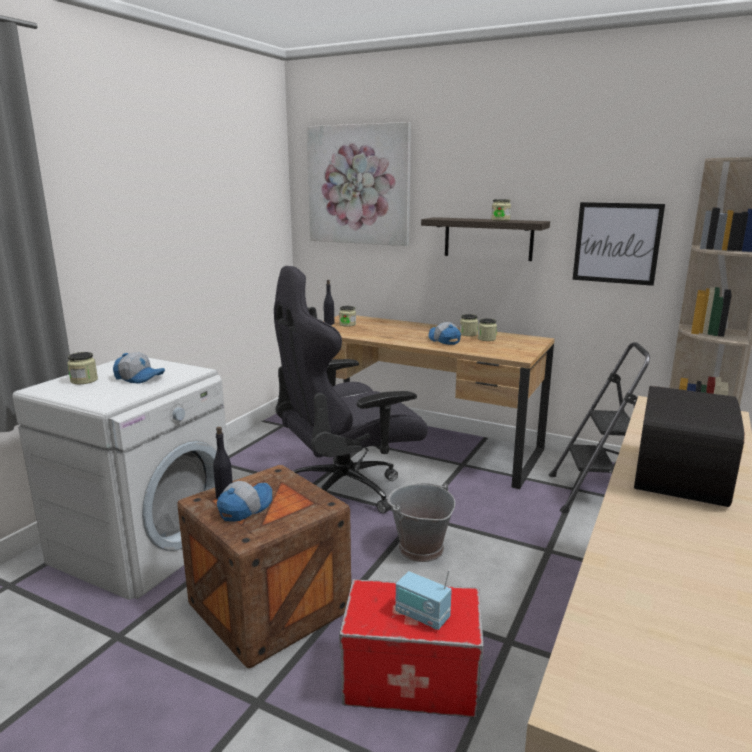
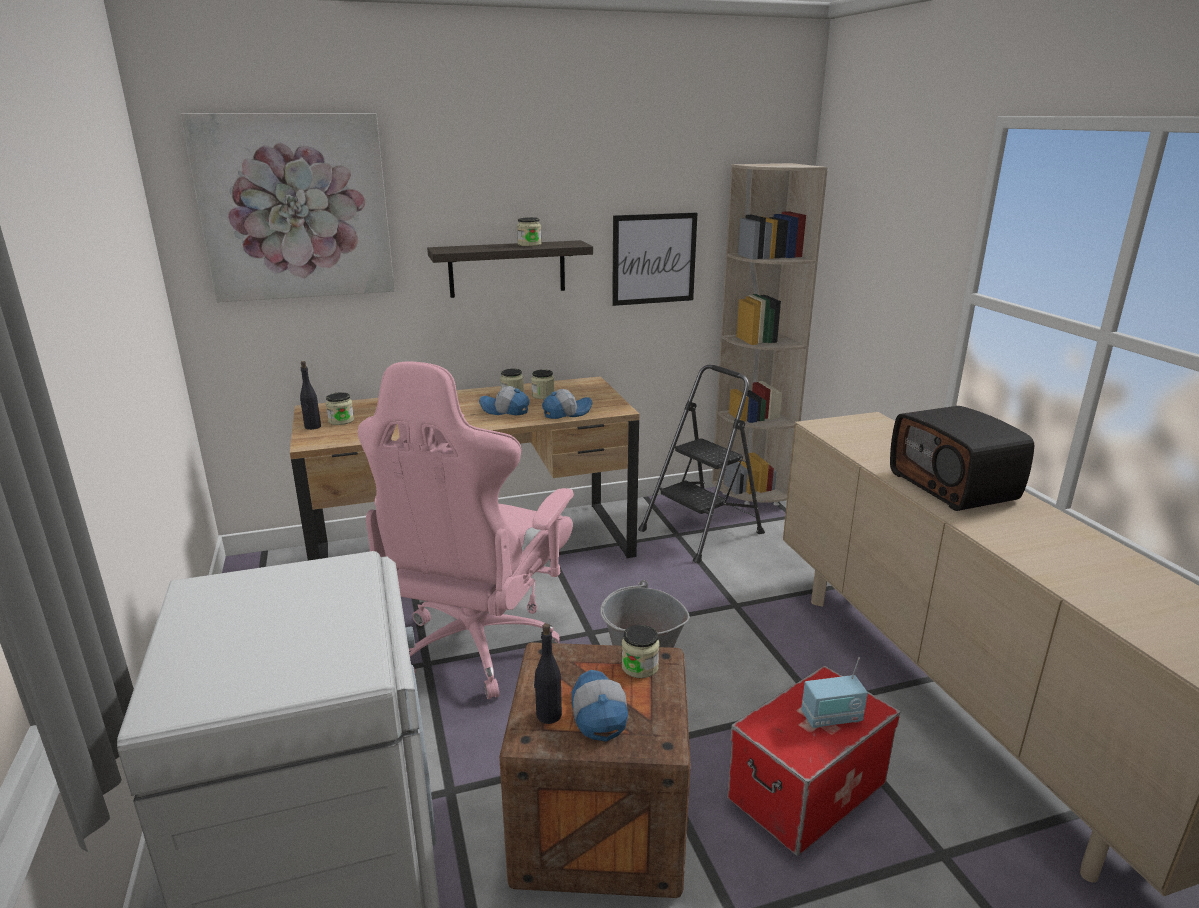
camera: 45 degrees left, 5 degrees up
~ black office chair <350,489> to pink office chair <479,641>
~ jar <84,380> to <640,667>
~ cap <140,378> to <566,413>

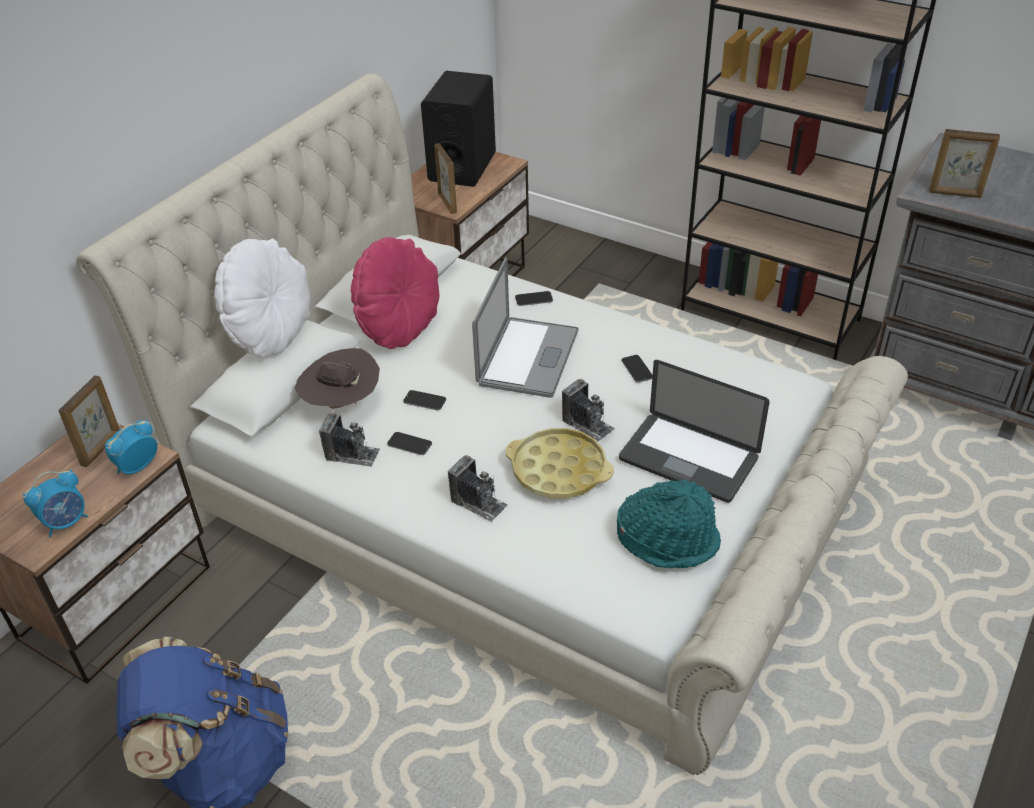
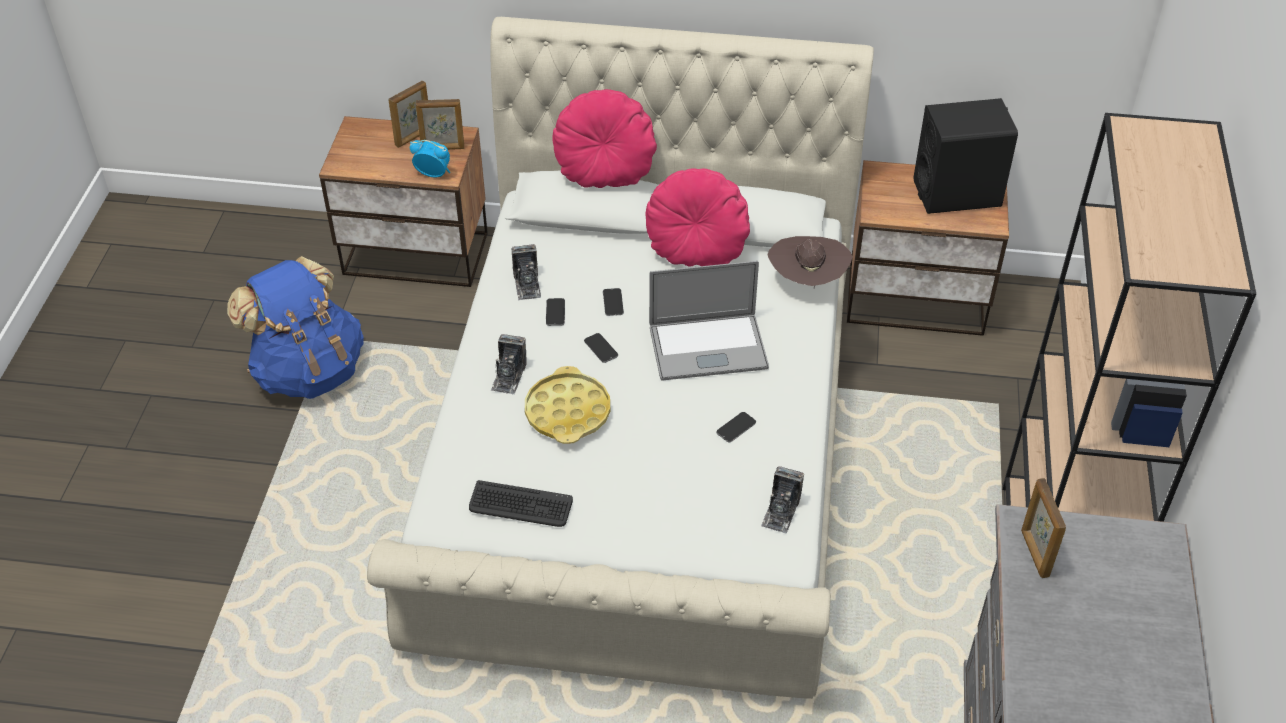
camera: 65 degrees right, 5 degrees up
~ picture frame <447,203> to <414,137>
~ white pillow <272,338> to pink pillow <605,176>
~ phone <534,299> to <601,348>
~ brown hat <341,404> to <807,281>
- laptop <688,459>
~ photo camera <587,424> to <781,511>
- alarm clock <66,522>
~ turquoise hat <668,538> to keyboard <520,505>

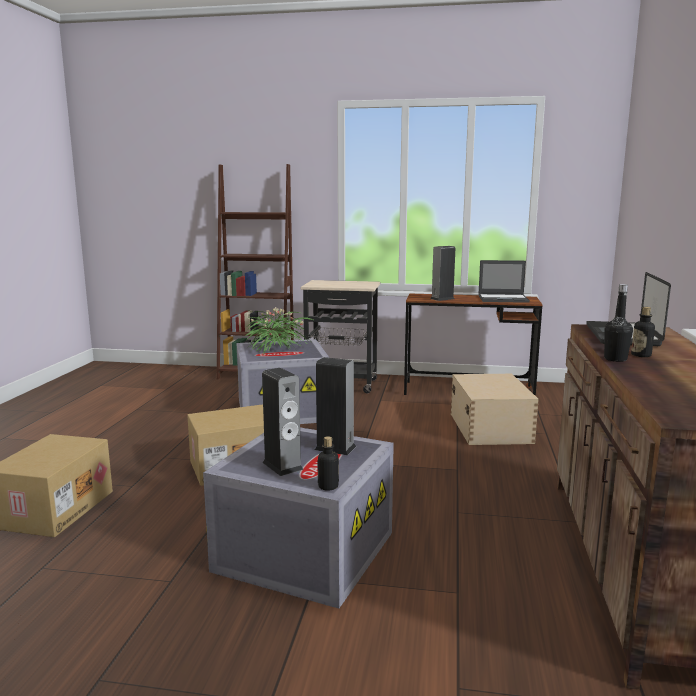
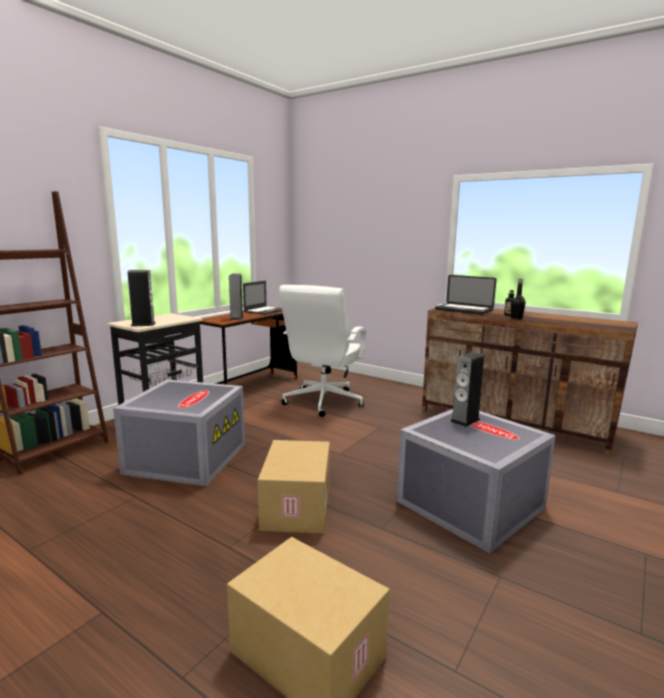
camera: 65 degrees left, 0 degrees up
- potted plant <275,349>
~ speaker <282,466> to <143,324>
~ beige storage box <490,427> to white office chair <324,401>
- bottle <328,486>

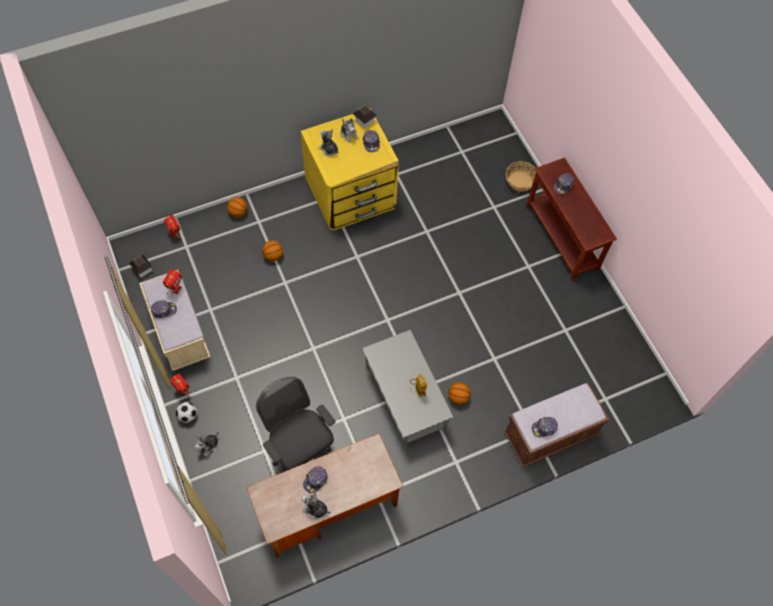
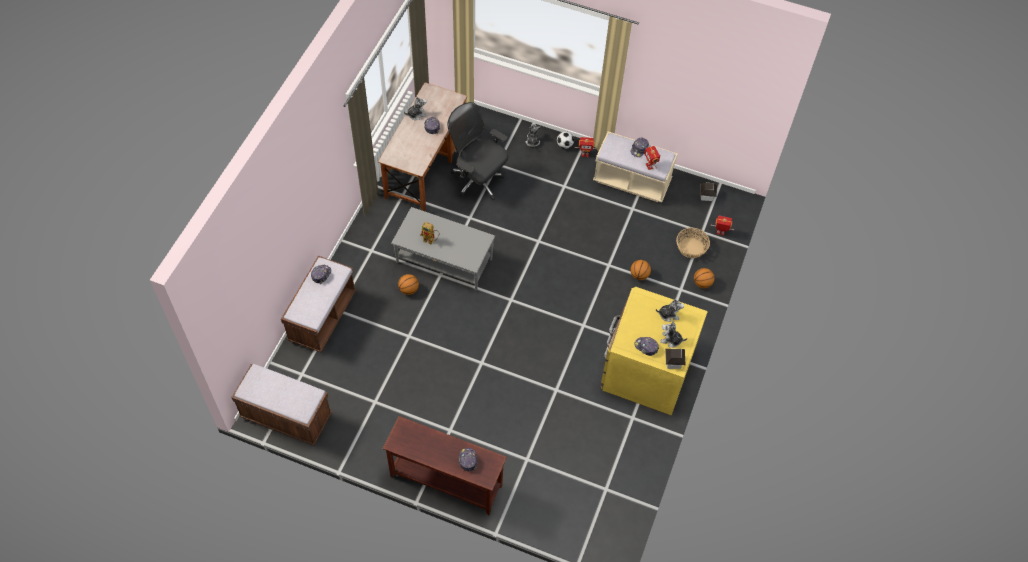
camera: 135 degrees right, 5 degrees down
~ basket <520,181> to <691,248>
~ office chair <300,448> = <477,181> 150 degrees counterclockwise
+ brown bench <286,417>

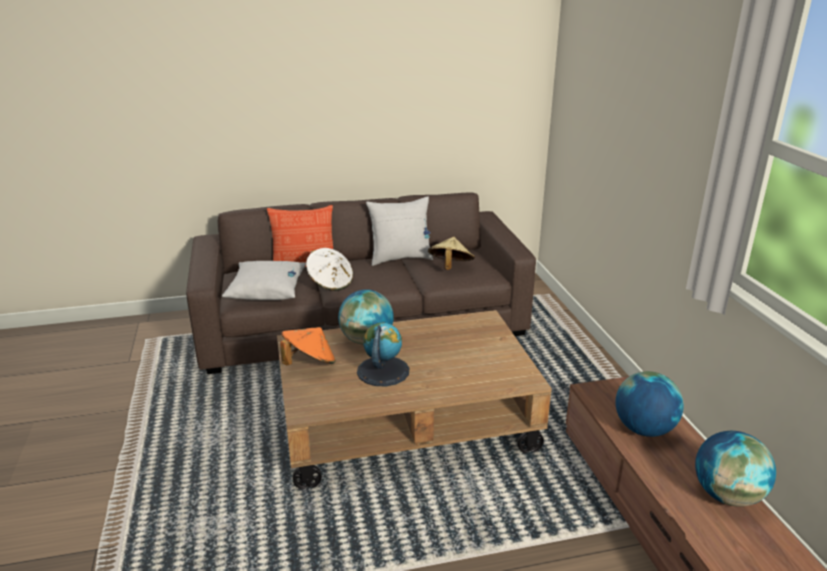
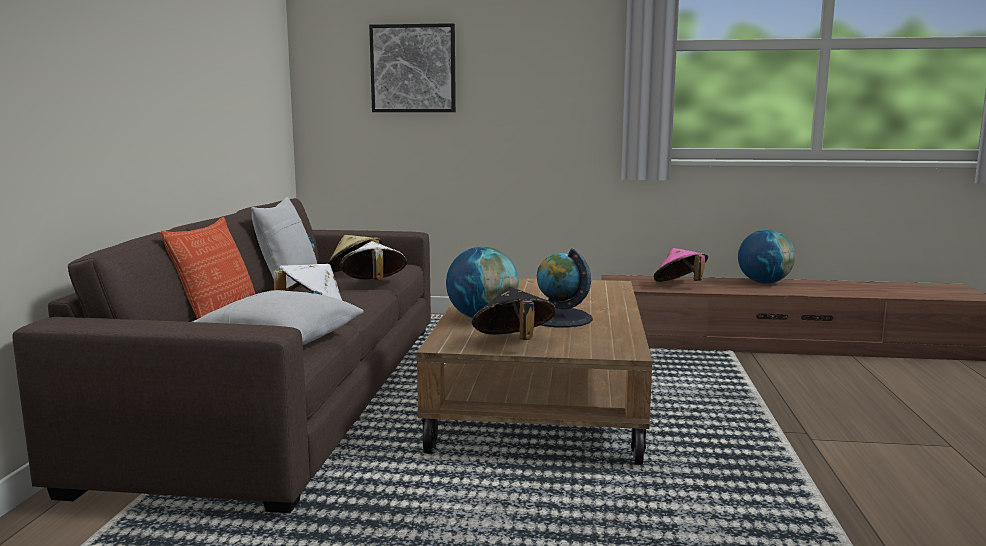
camera: 70 degrees left, 15 degrees down
~ orange hat <309,363> to black hat <513,342>
~ globe <643,429> to pink hat <680,285>
+ picture <413,68>
+ white hat <374,284>

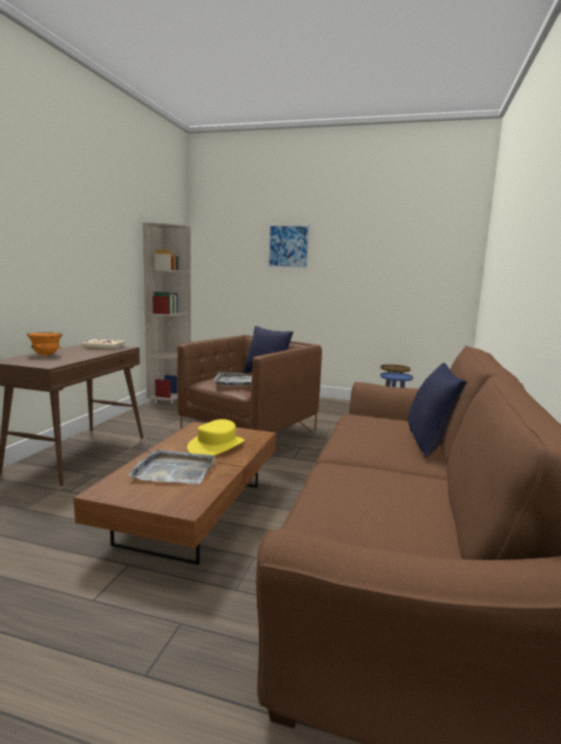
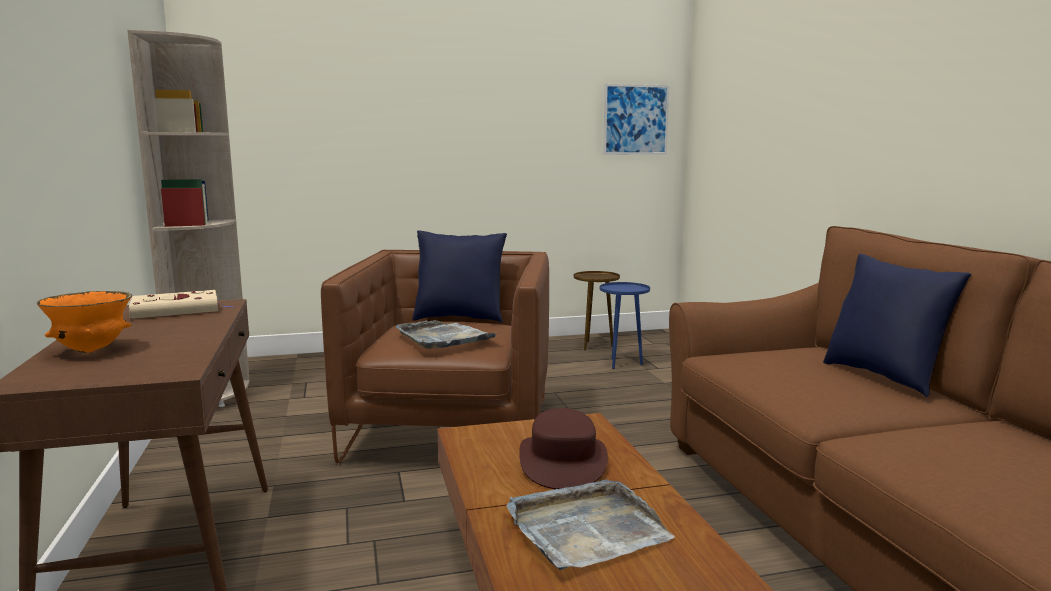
camera: 30 degrees left, 0 degrees up
~ picture <288,246> to <635,119>
~ yellow hat <216,446> to brown hat <563,462>

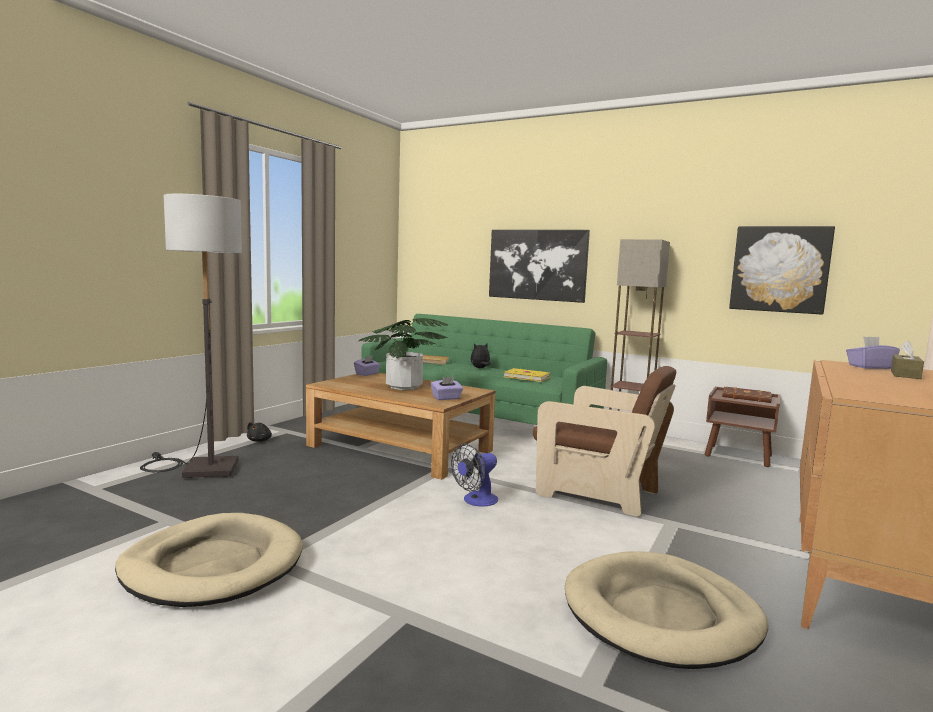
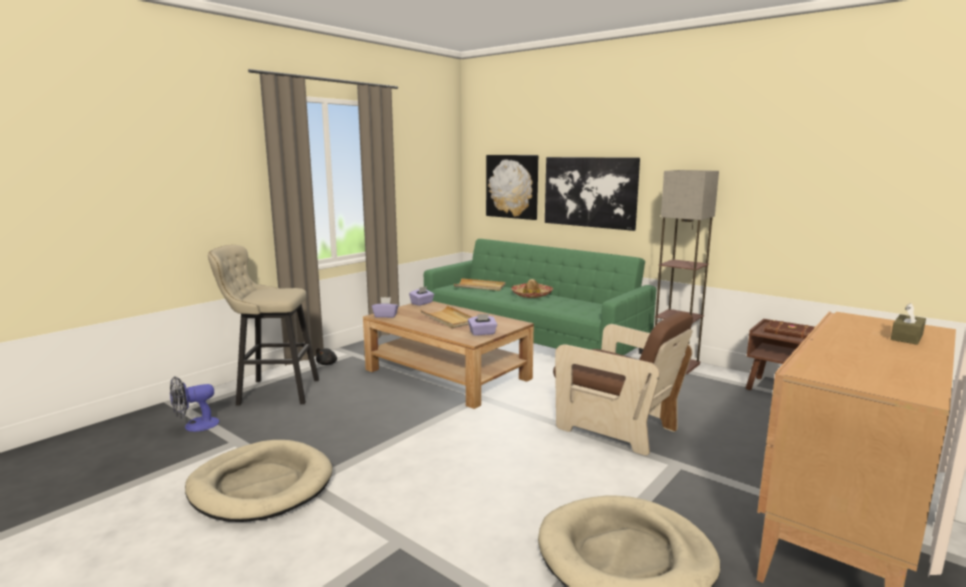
camera: 10 degrees right, 5 degrees up
~ floor lamp <197,469> to beige stool <269,392>
~ picture <779,269> to <512,186>
~ potted plant <403,387> to beige tray <449,319>
~ purple tissue box <869,367> to <385,316>
~ plush toy <480,368> to hat <531,295>
- yellow book <526,377>
~ fan <476,501> to <195,426>

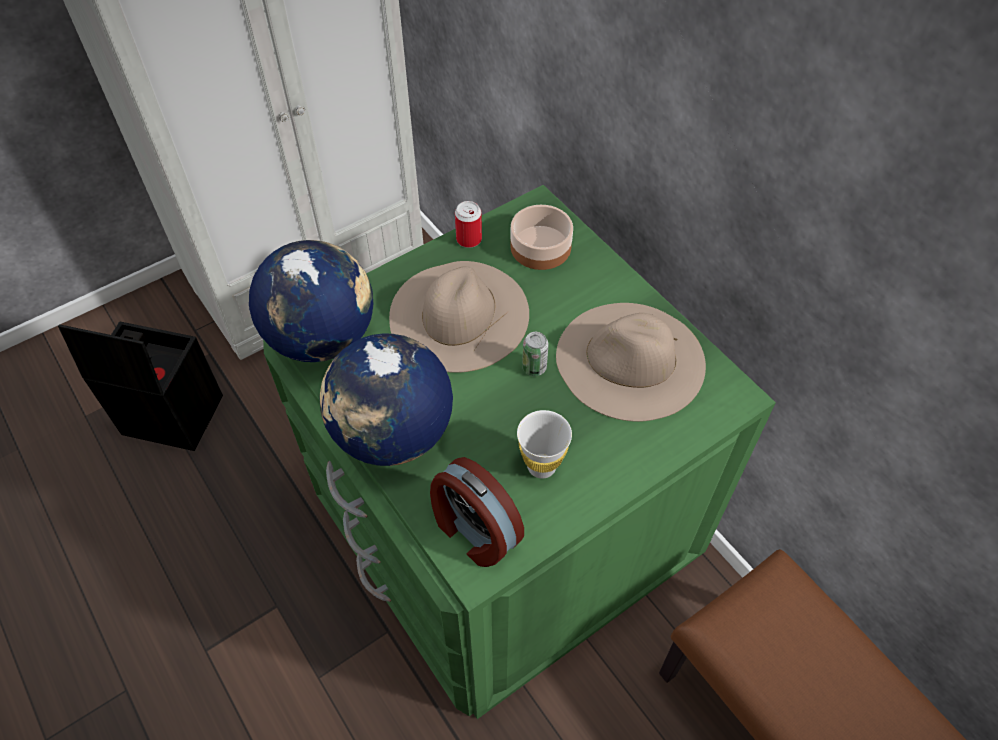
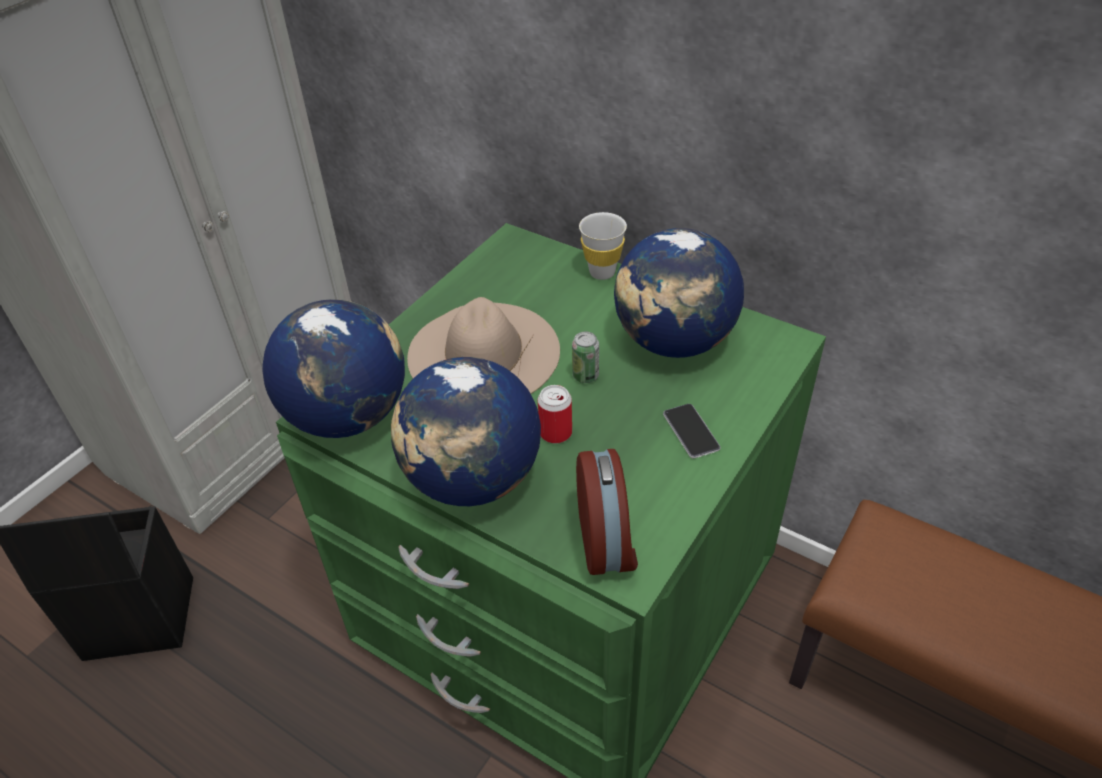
camera: 20 degrees left, 10 degrees down
~ can <469,239> to <555,432>
- bowl <541,246>
~ beige hat <630,360> to globe <674,342>
~ white cup <541,466> to <602,272>
~ alarm clock <474,531> = <607,540> 120 degrees counterclockwise
+ phone <691,431>

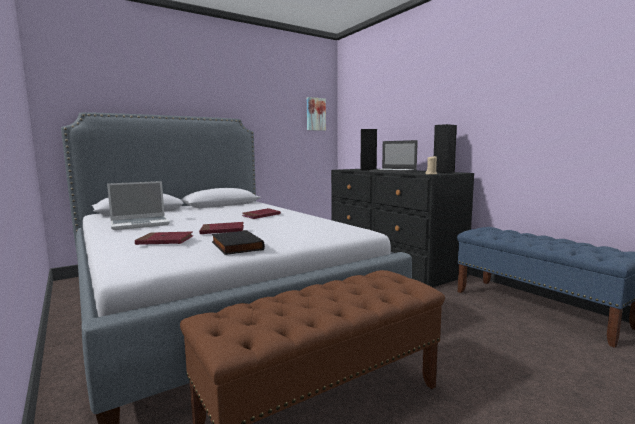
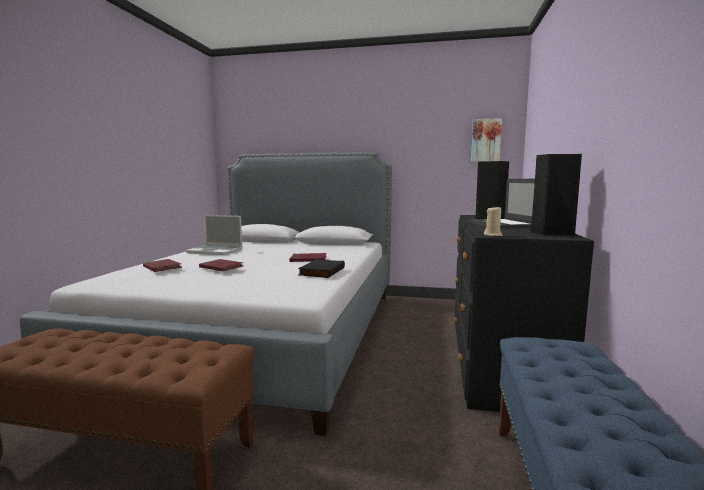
camera: 45 degrees right, 0 degrees up
~ black book <235,246> to <321,271>

